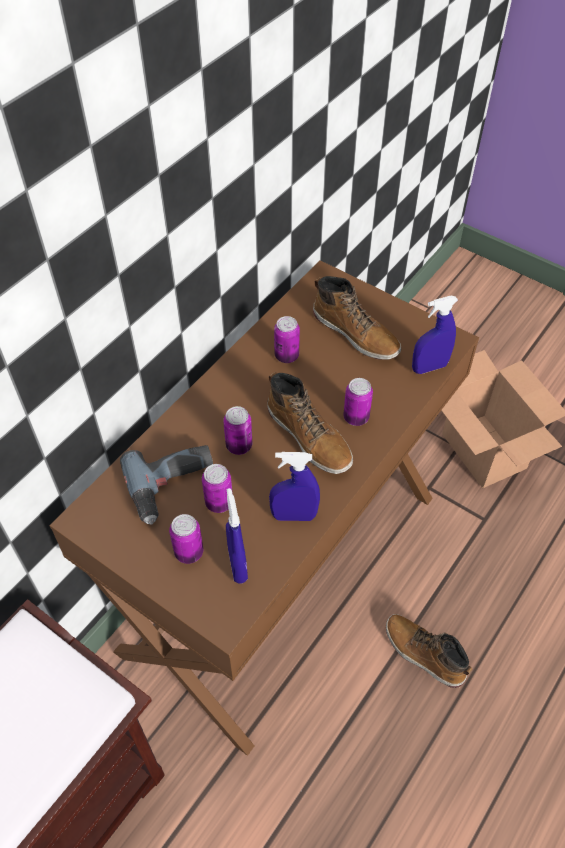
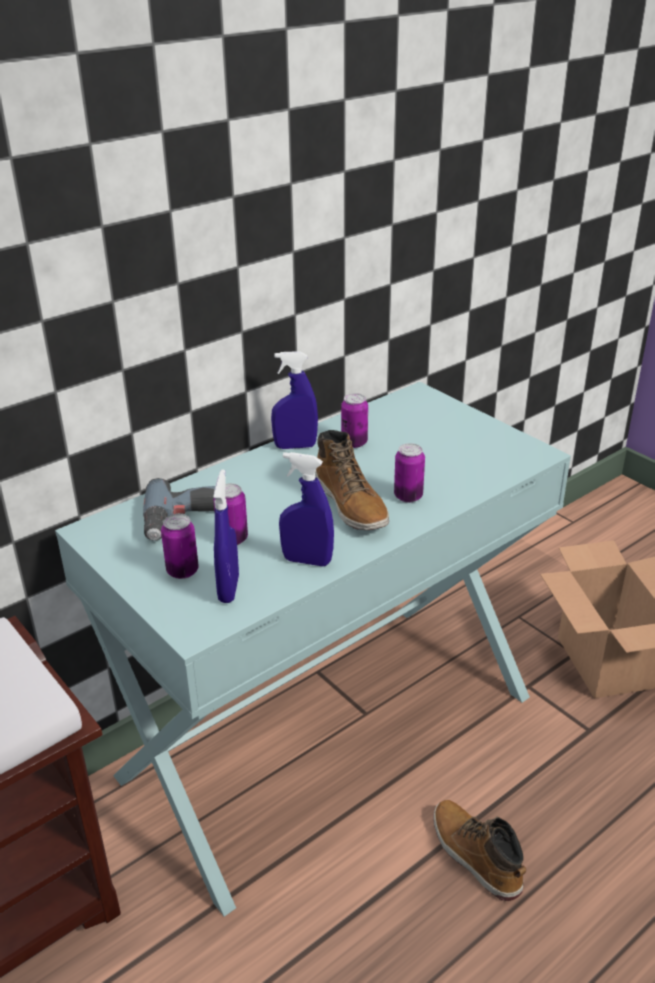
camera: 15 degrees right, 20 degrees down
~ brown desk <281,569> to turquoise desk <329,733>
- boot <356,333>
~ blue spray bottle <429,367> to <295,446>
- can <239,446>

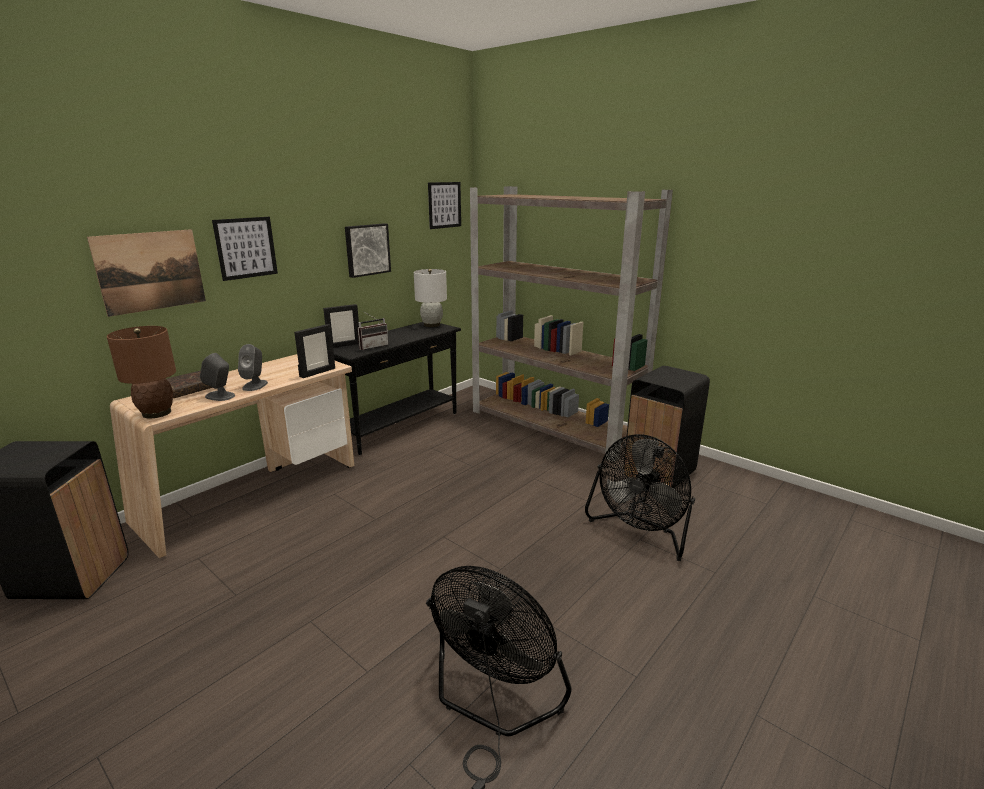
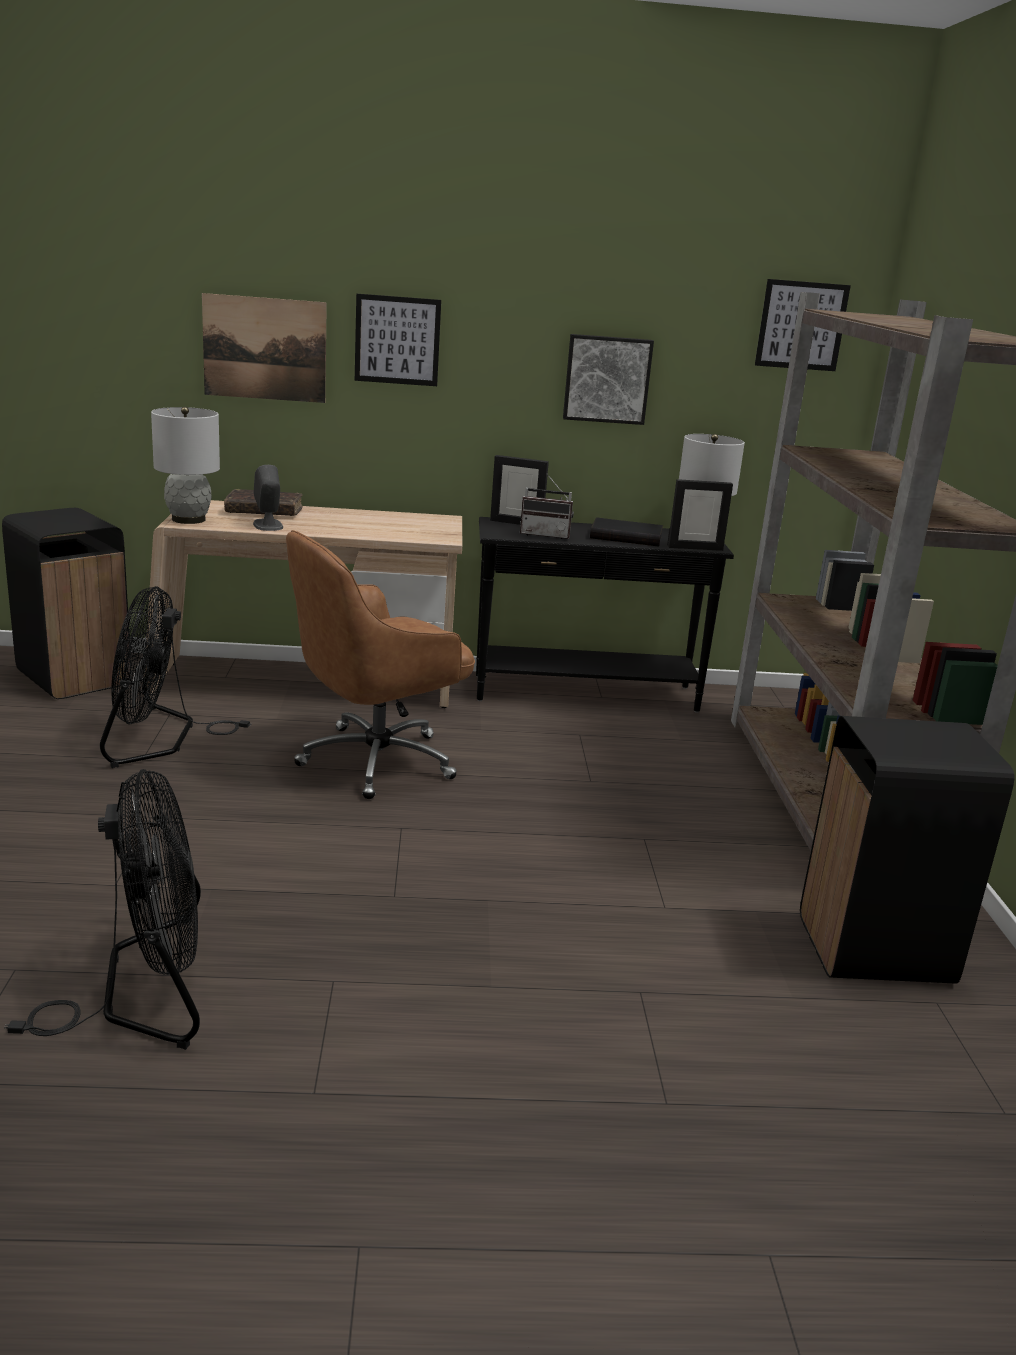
camera: 45 degrees right, 0 degrees up
~ picture frame <317,372> to <695,548>
~ brown table lamp <157,413> to white table lamp <188,519>
- grey speaker <255,385>
~ black fan <638,529> to <164,735>
+ black book <627,536>
+ brown office chair <376,760>

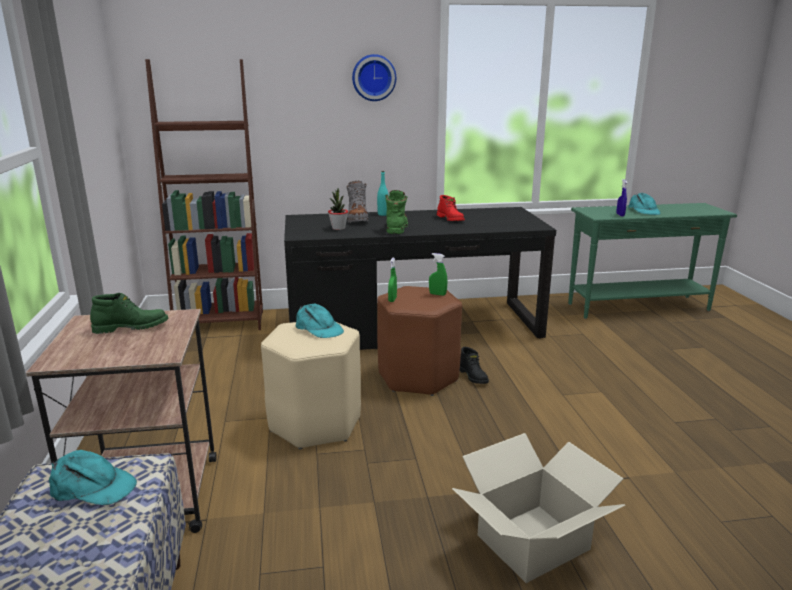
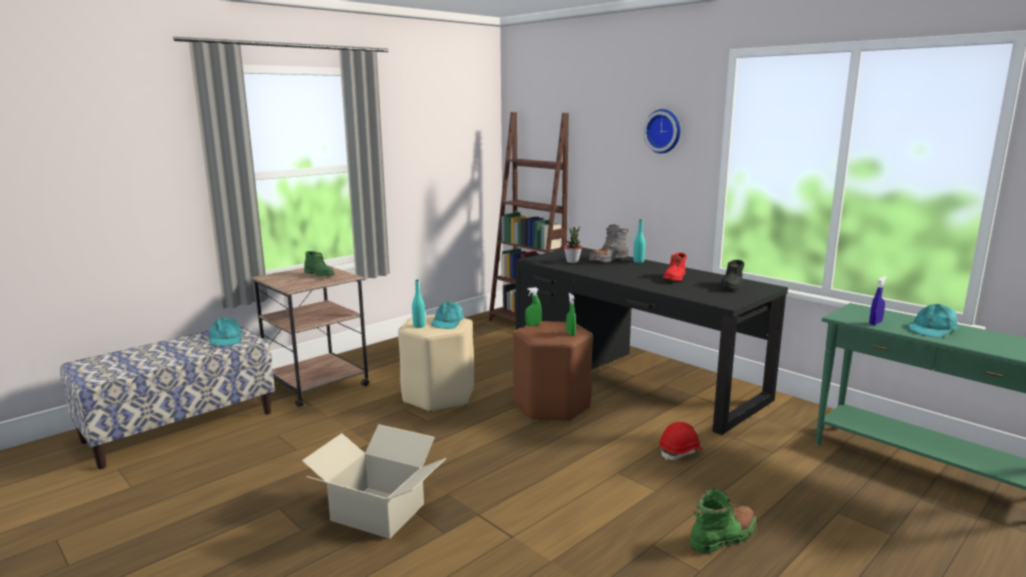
camera: 55 degrees right, 5 degrees down
~ green boot <396,227> to <723,537>
~ black boot <473,376> to <732,286>
+ turquoise bottle <419,326>
+ red hard hat <680,452>

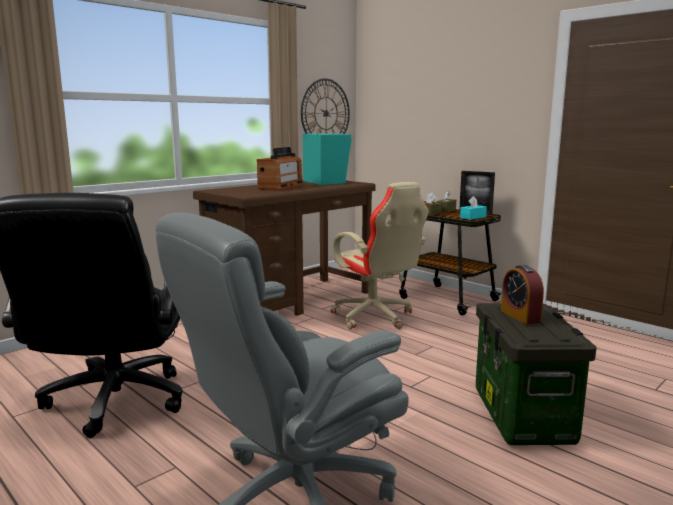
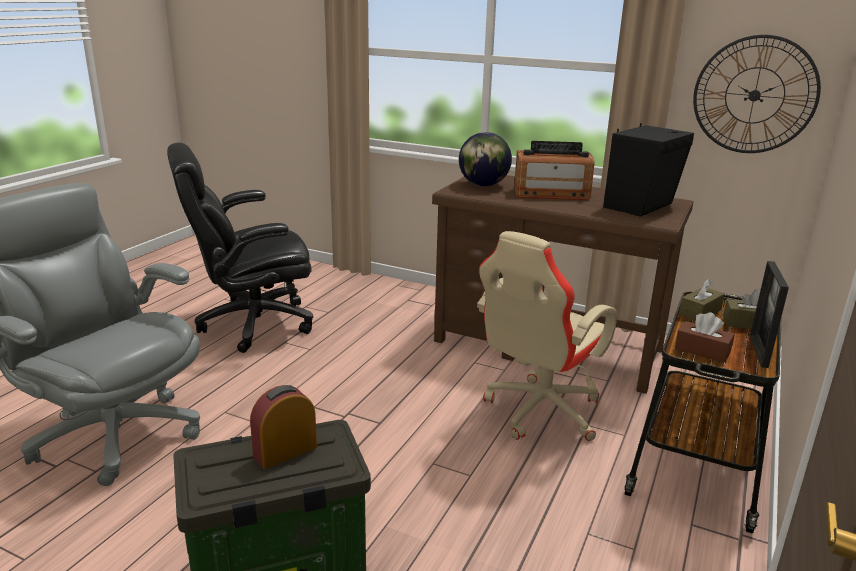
camera: 70 degrees right, 10 degrees up
~ turquoise speaker <325,182> to black speaker <642,206>
~ turquoise tissue box <473,217> to brown tissue box <702,350>
+ globe <483,185>

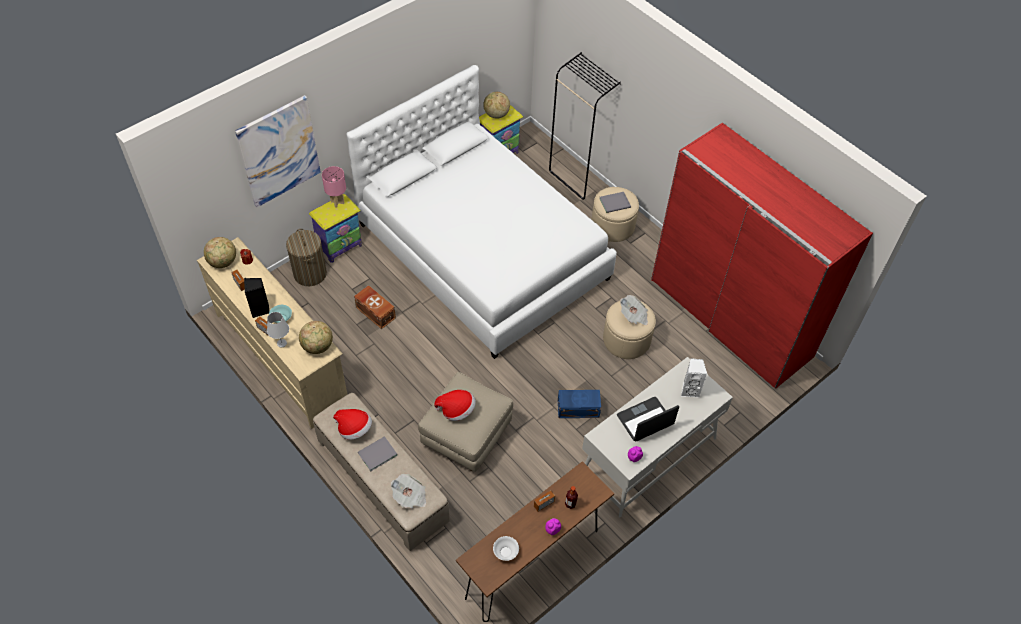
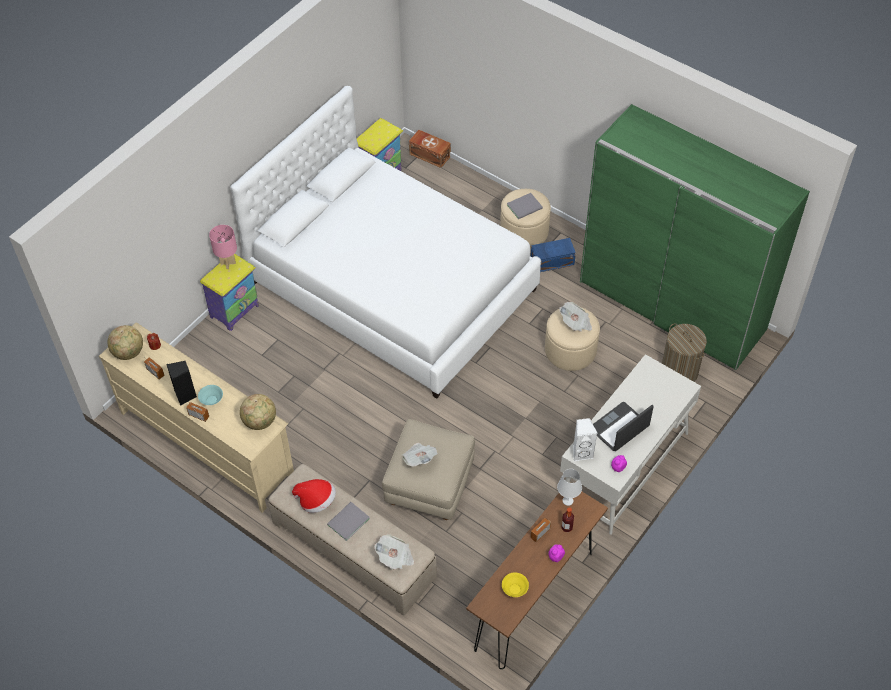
camera: 10 degrees left, 0 degrees up
- black clothes rack <577,179>
- globe <496,115>
- picture <279,151>
~ red wardrobe <730,318> to green wardrobe <672,306>
~ laundry basket <310,274> to <679,371>
~ brown storage box <375,312> to <429,154>
~ white table lamp <282,343> to <568,501>
~ white speaker <690,390> to <581,452>
~ hat <456,410> to newspaper <419,459>
~ blue storage box <577,408> to <551,261>
~ white bowl <505,551> to yellow bowl <514,589>

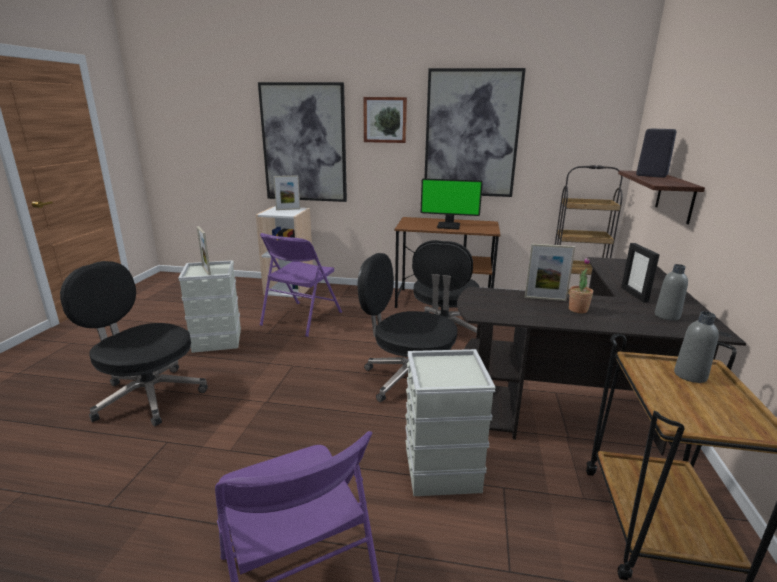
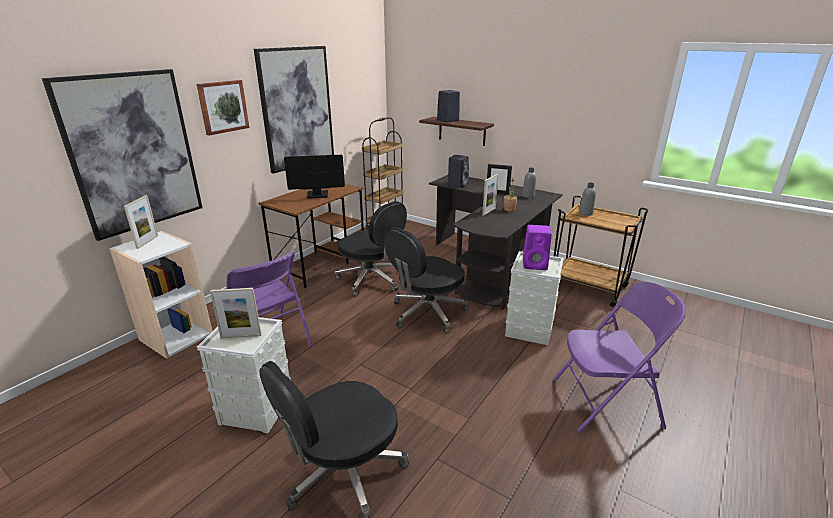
camera: 65 degrees left, 5 degrees up
~ monitor <449,226> = <317,195> 135 degrees counterclockwise
+ black speaker <458,184>
+ purple speaker <535,265>

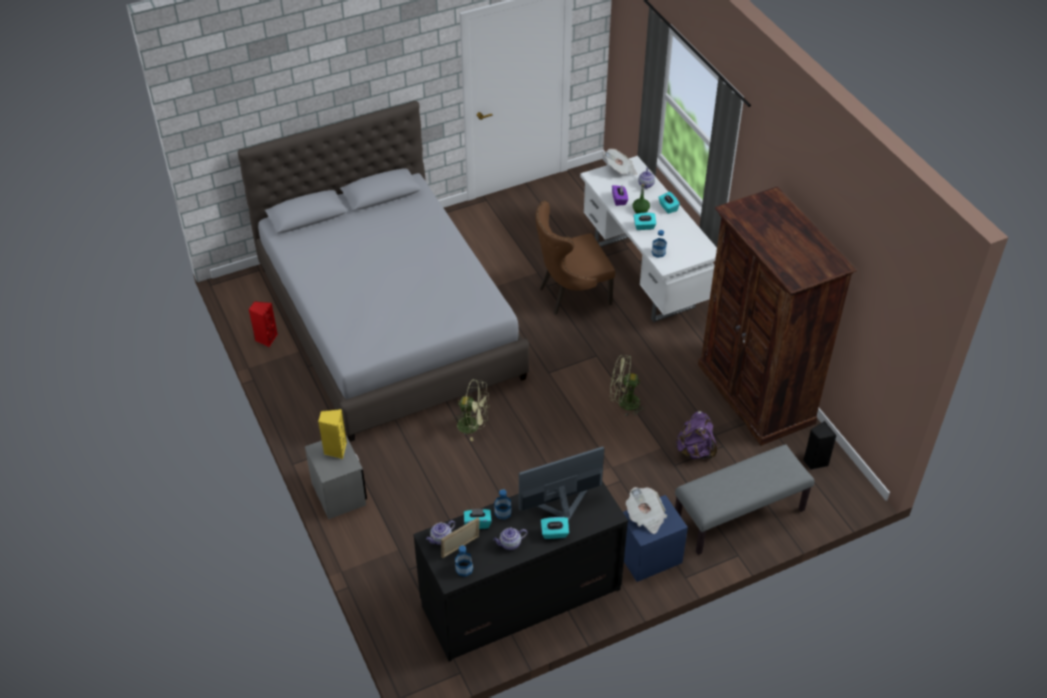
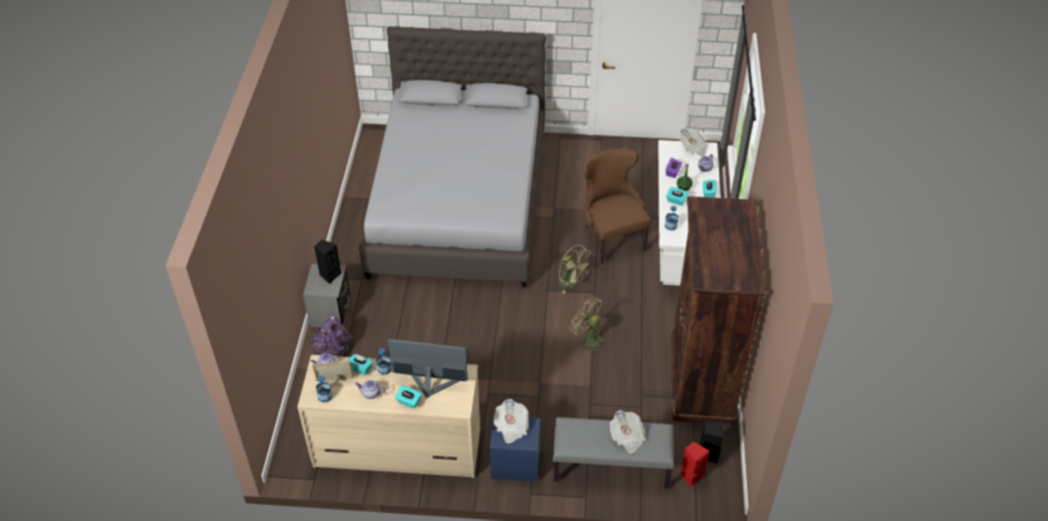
camera: 30 degrees right, 0 degrees up
~ brown chair <571,294> = <611,237> 60 degrees clockwise
~ red speaker <266,338> to <691,476>
~ green fan <473,425> to <571,283>
~ yellow speaker <335,449> to black speaker <329,275>
~ purple backpack <695,450> to <333,350>
~ black dresser <521,598> to beige dresser <397,447>
+ newspaper <627,437>

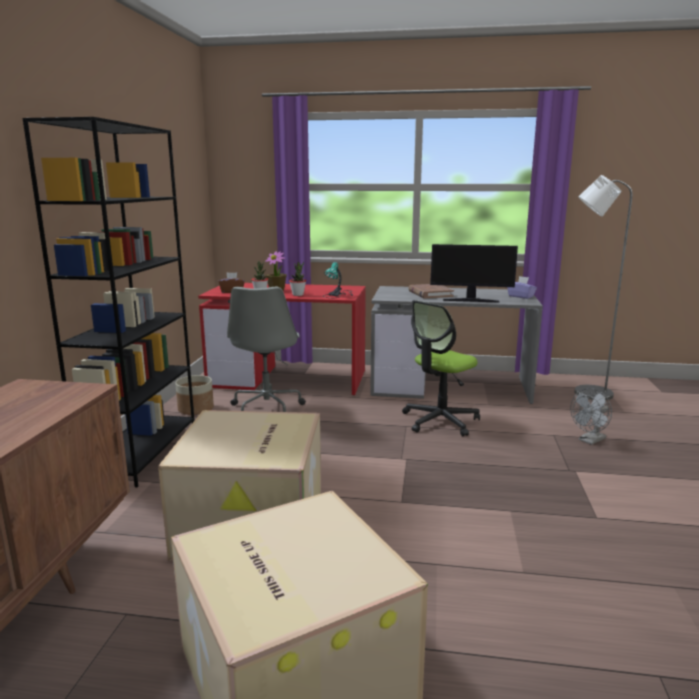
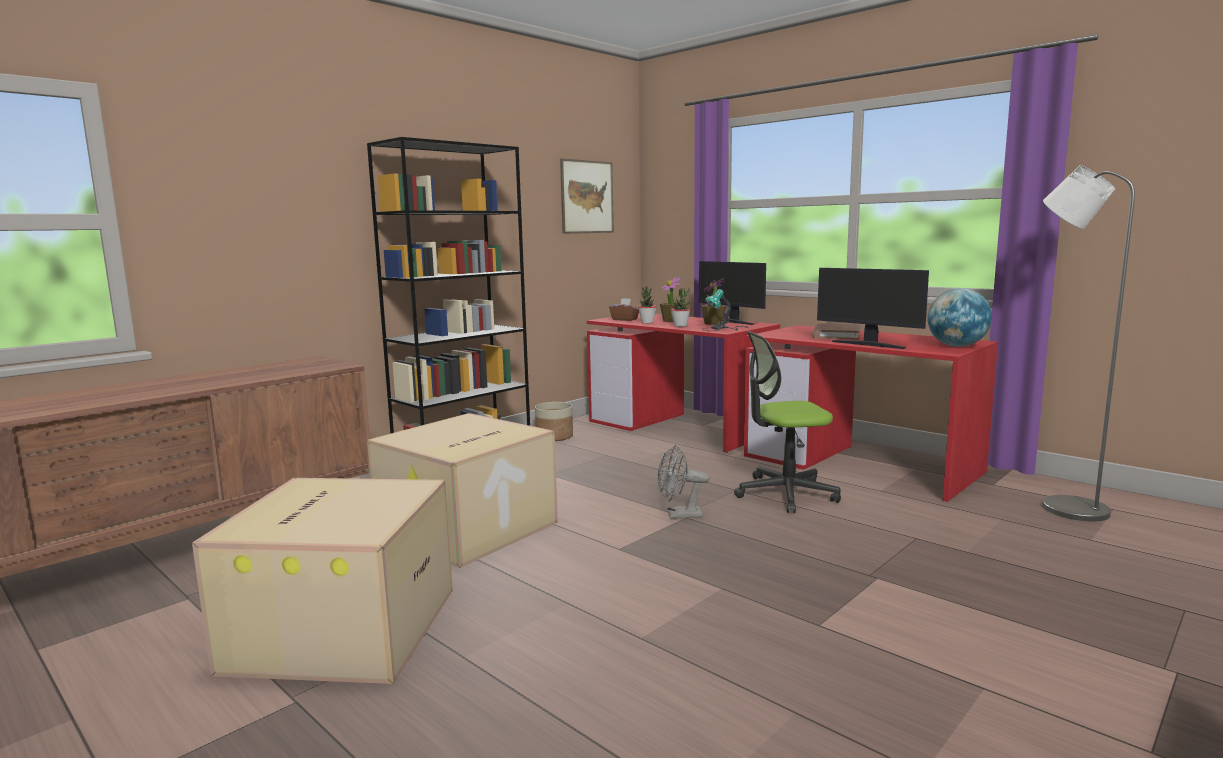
camera: 35 degrees right, 5 degrees down
~ purple tissue box <521,296> to globe <956,346>
~ grey desk <450,386> to red desk <862,464>
- grey office chair <266,409>
~ grey fan <590,440> to <679,515>
+ picture <587,197>
+ monitor <732,321>
+ potted plant <713,323>

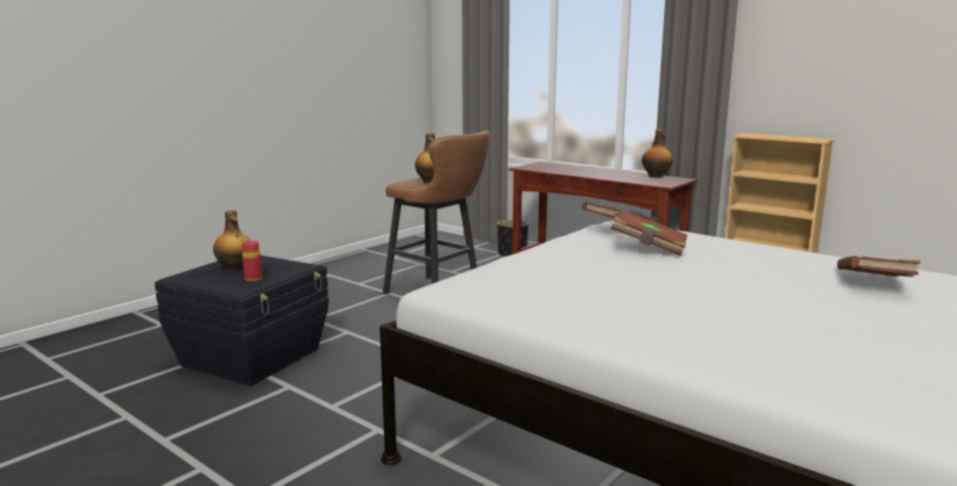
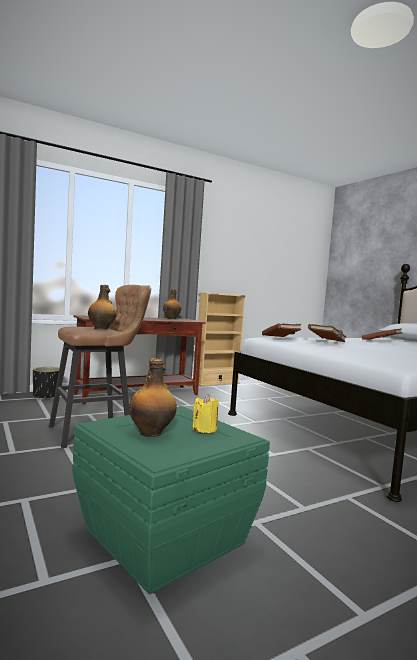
camera: 70 degrees left, 10 degrees down
~ red bottle <253,279> to yellow candle <205,429>
~ black storage box <252,357> to green storage box <164,535>

